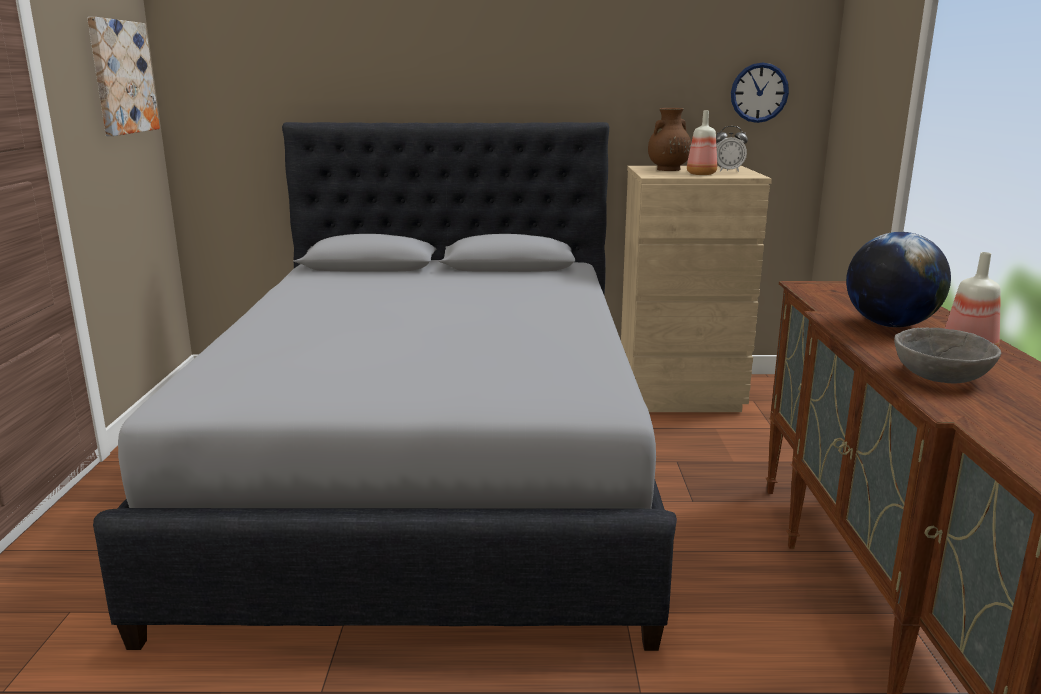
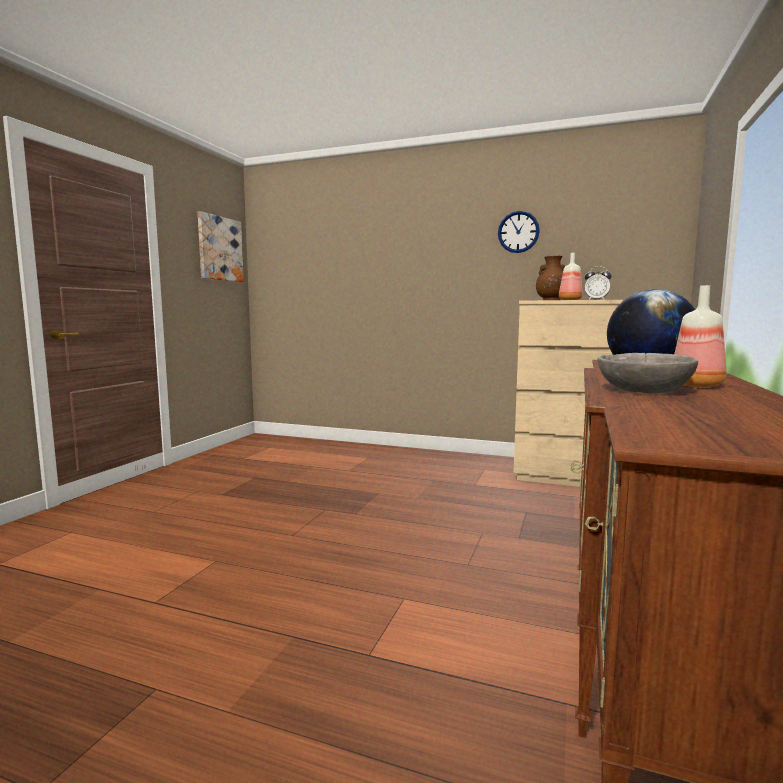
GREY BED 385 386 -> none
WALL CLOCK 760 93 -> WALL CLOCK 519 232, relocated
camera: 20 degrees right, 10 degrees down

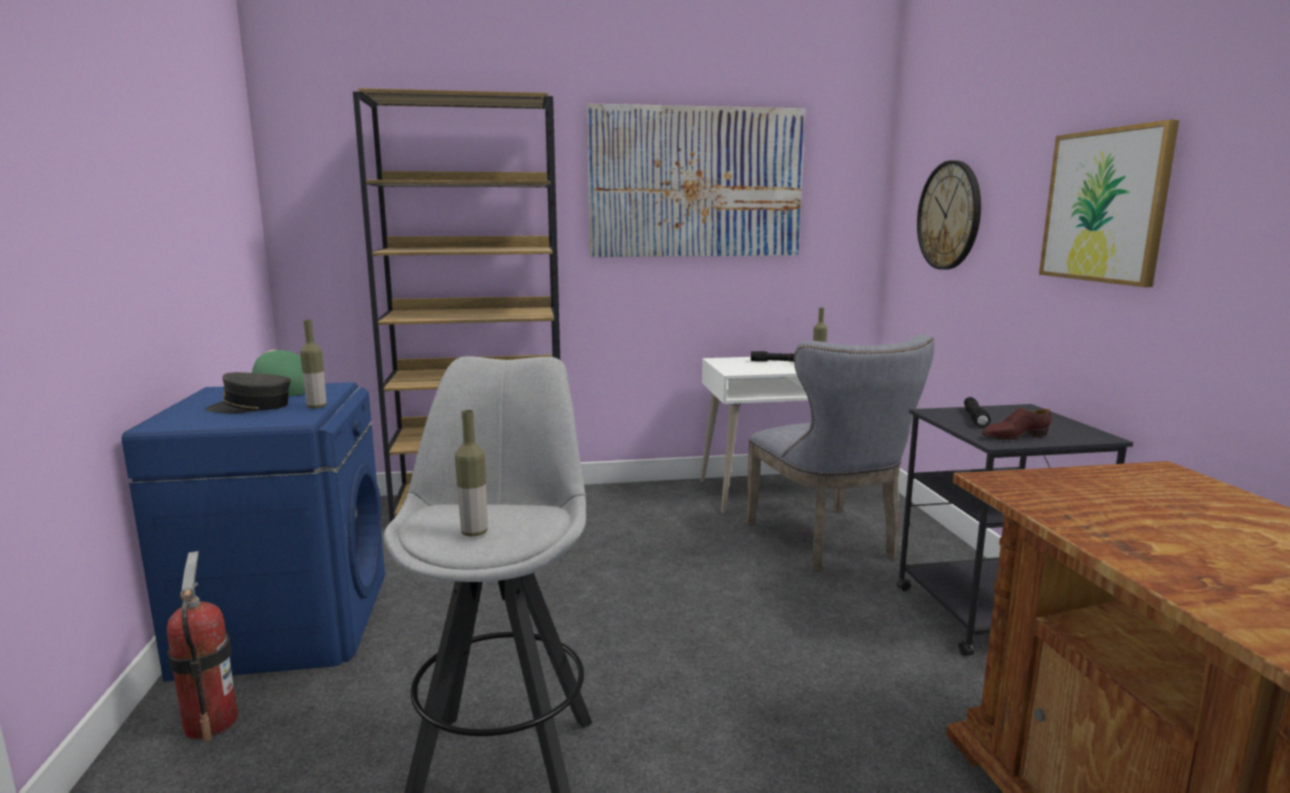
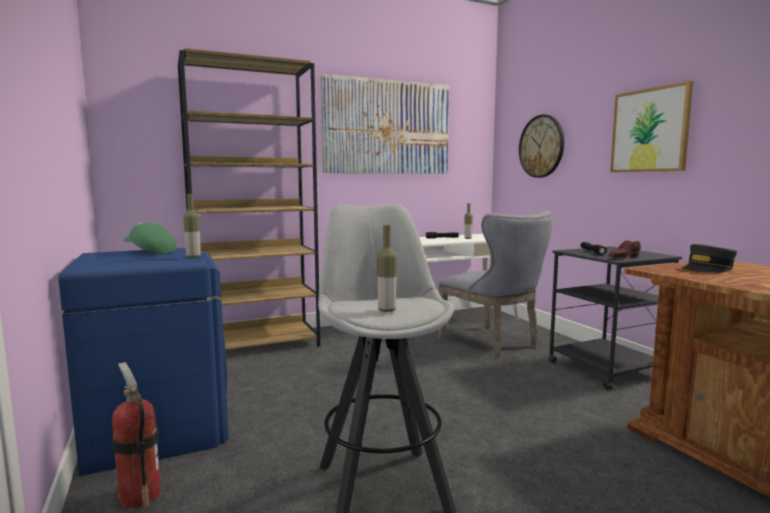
GREY CAP 248 392 -> GREY CAP 710 258, relocated
camera: 15 degrees left, 5 degrees down

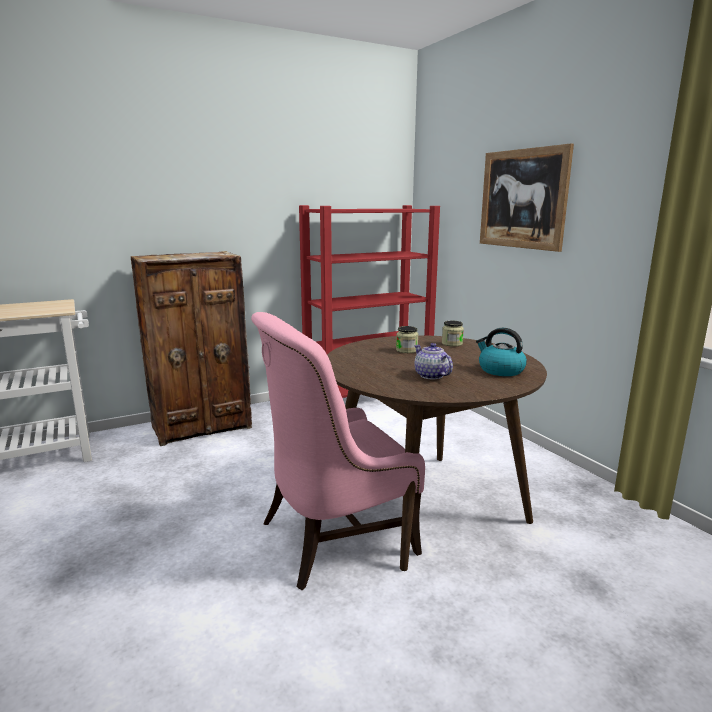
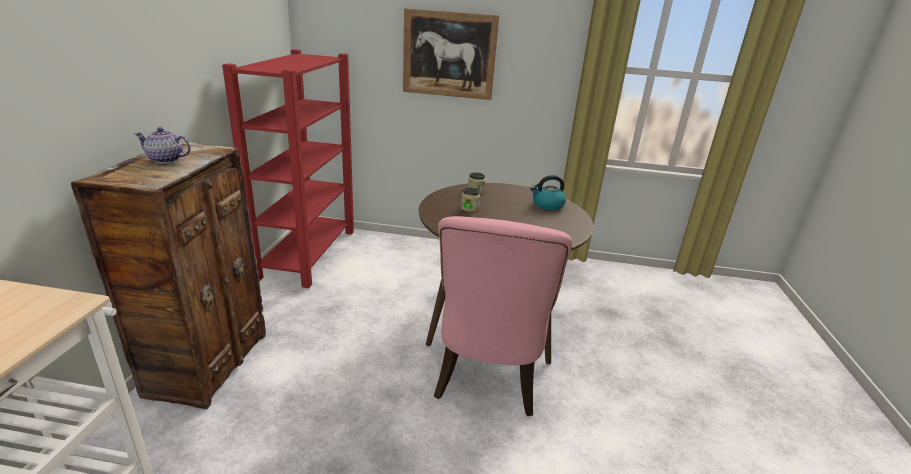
TEAPOT 433 361 -> TEAPOT 162 145, relocated
camera: 55 degrees left, 10 degrees up

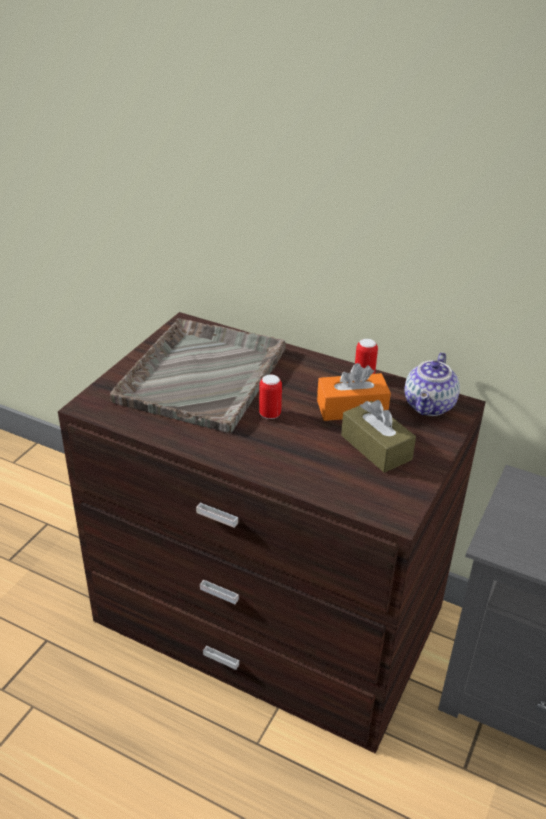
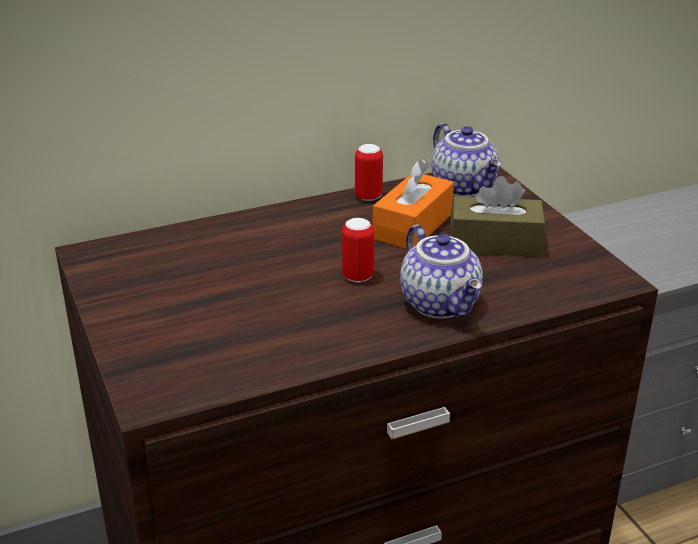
GREY TRAY 198 375 -> none
none -> TEAPOT 441 272
camera: 50 degrees left, 5 degrees down

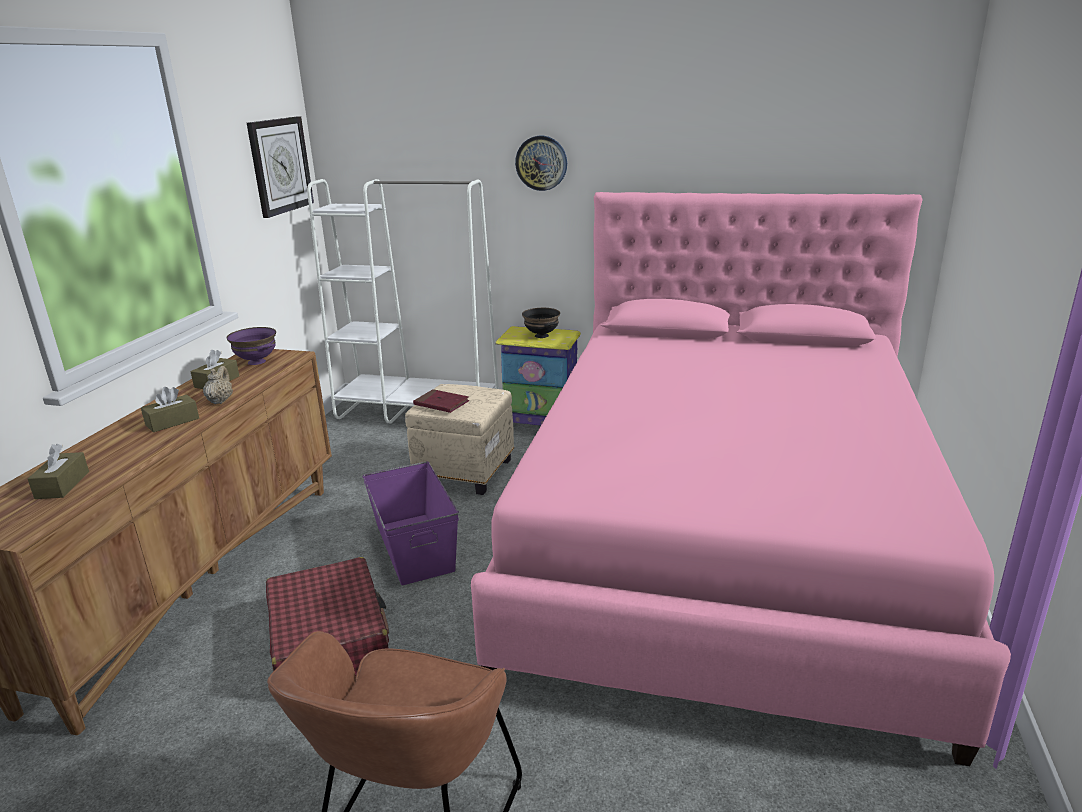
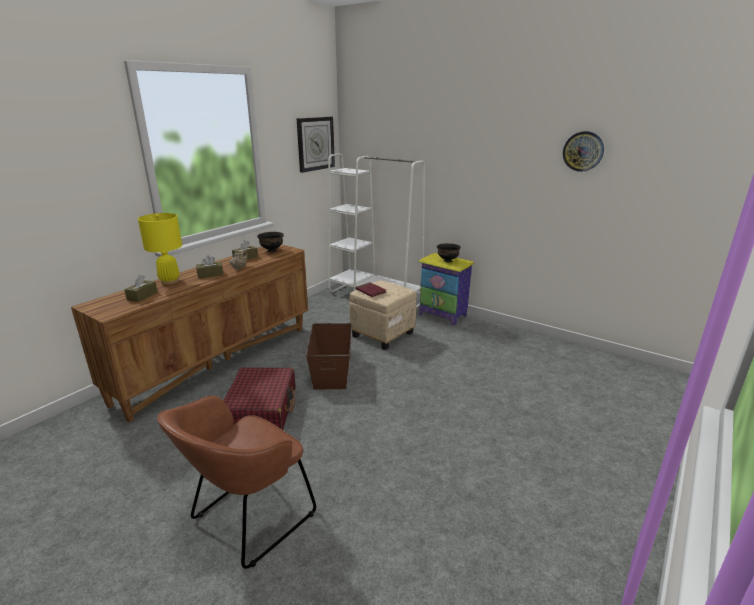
PINK BED 741 479 -> none
none -> YELLOW TABLE LAMP 160 249
WALL CLOCK 541 163 -> WALL CLOCK 583 151, relocated
PURPLE BOWL 251 346 -> BLACK BOWL 270 242
PURPLE STORAGE BOX 410 523 -> BROWN STORAGE BOX 329 356
camera: 20 degrees right, 0 degrees up

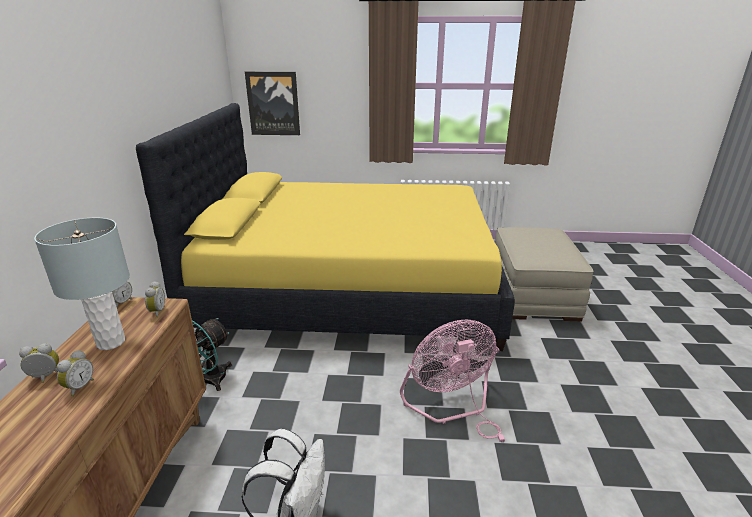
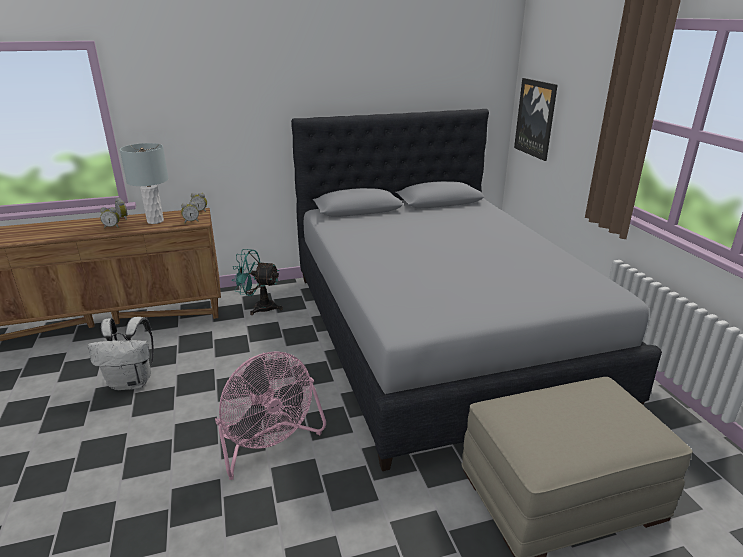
YELLOW BED 325 227 -> GREY BED 476 290
PINK FAN 452 381 -> PINK FAN 270 416, 90 degrees clockwise
camera: 70 degrees right, 0 degrees up

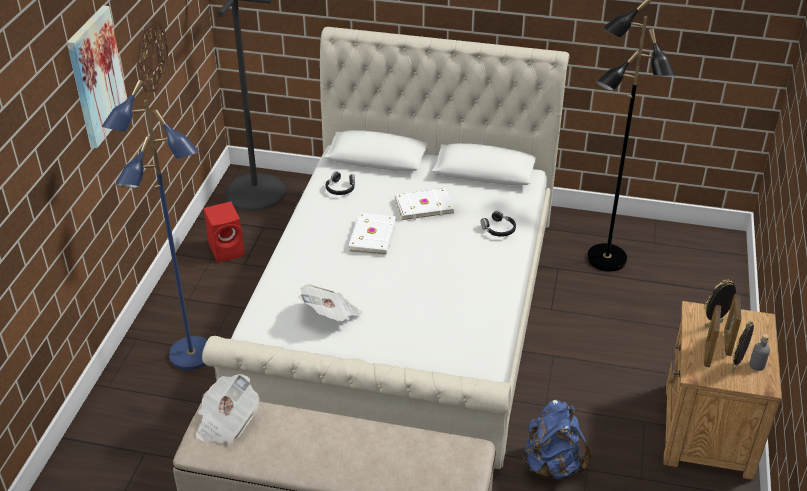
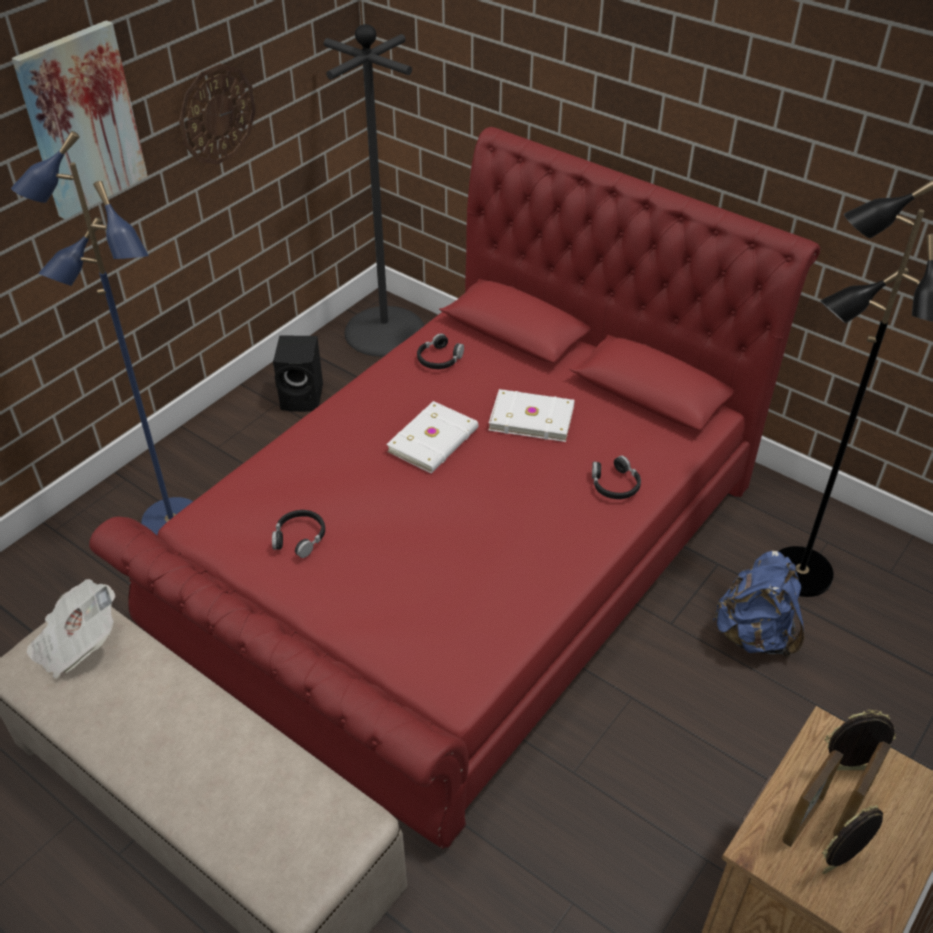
GREY BOTTLE 759 352 -> none
BLUE BACKPACK 557 440 -> BLUE BACKPACK 758 604, relocated
NEWSPAPER 330 303 -> BLACK HEADPHONES 298 534
BEIGE BED 385 248 -> RED BED 454 488
RED SPEAKER 223 231 -> BLACK SPEAKER 298 373
camera: 25 degrees right, 5 degrees up

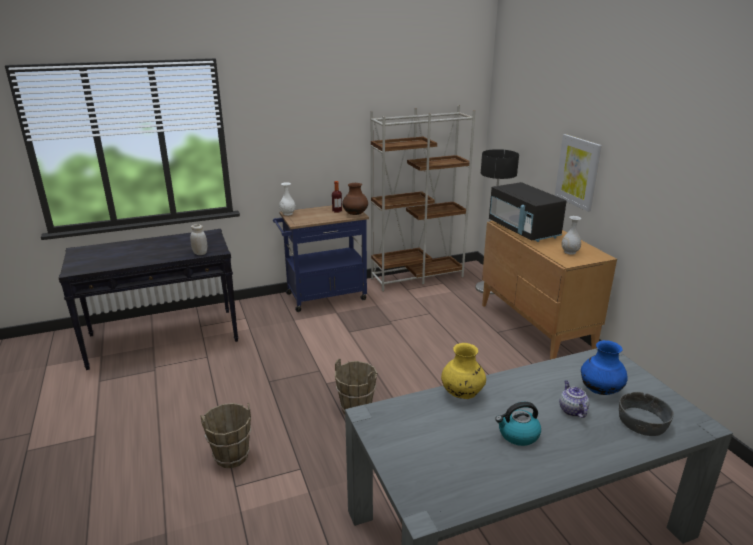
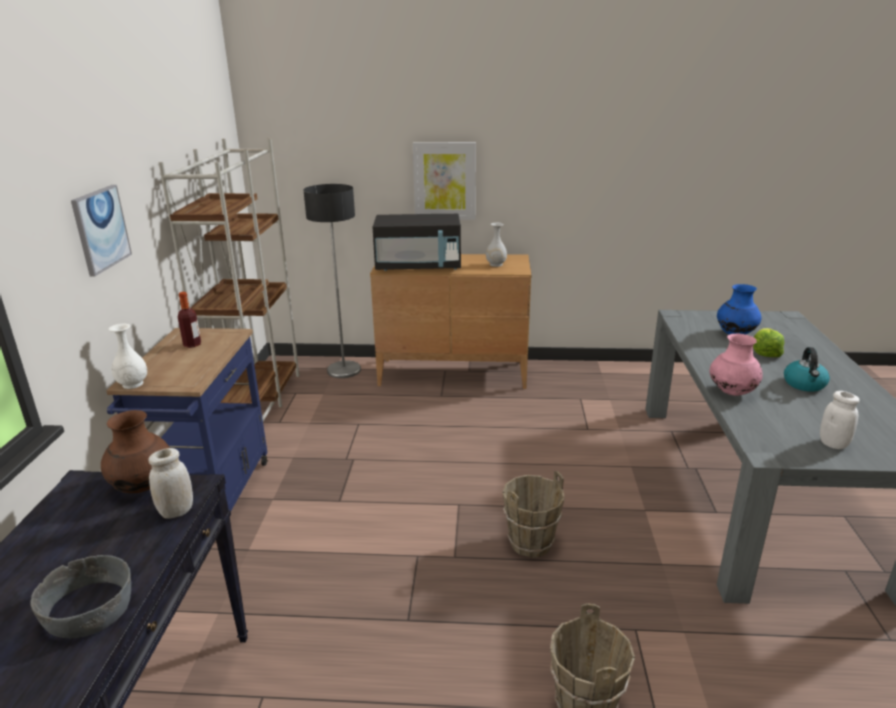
none -> PICTURE 101 230
none -> WHITE JAR 840 420
BROWN VASE 355 199 -> BROWN VASE 135 451, relocated
GREY BOWL 646 414 -> GREY BOWL 80 596, relocated
TEAPOT 574 399 -> LETTUCE 768 342
YELLOW VASE 463 371 -> PINK VASE 736 365
camera: 65 degrees left, 0 degrees up

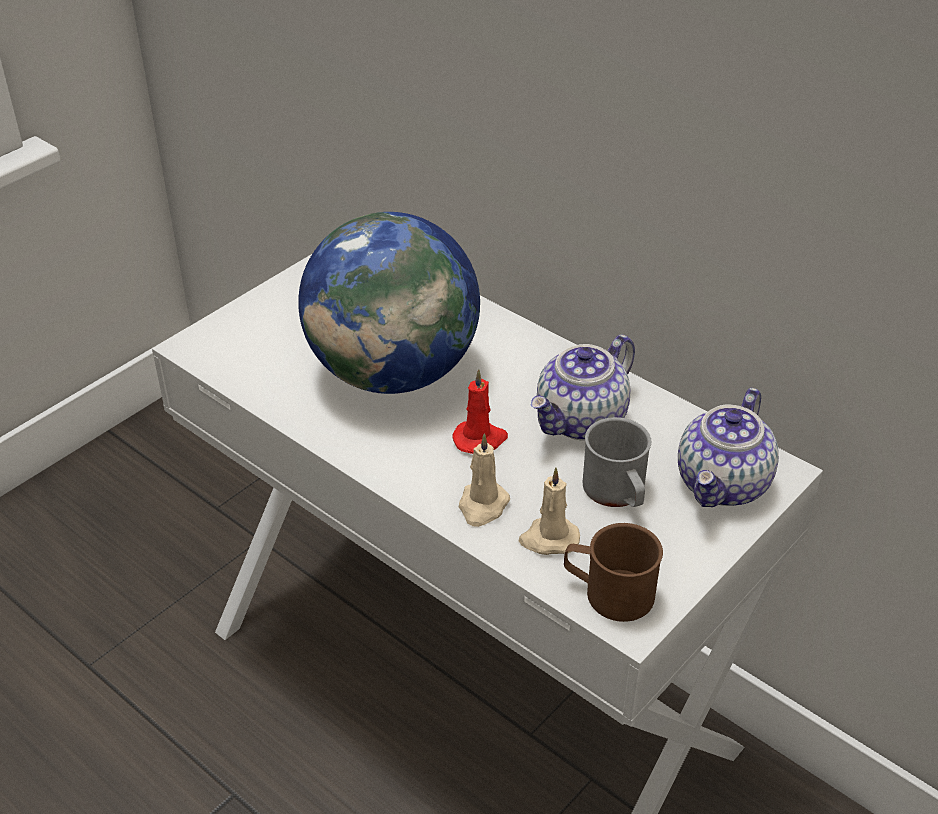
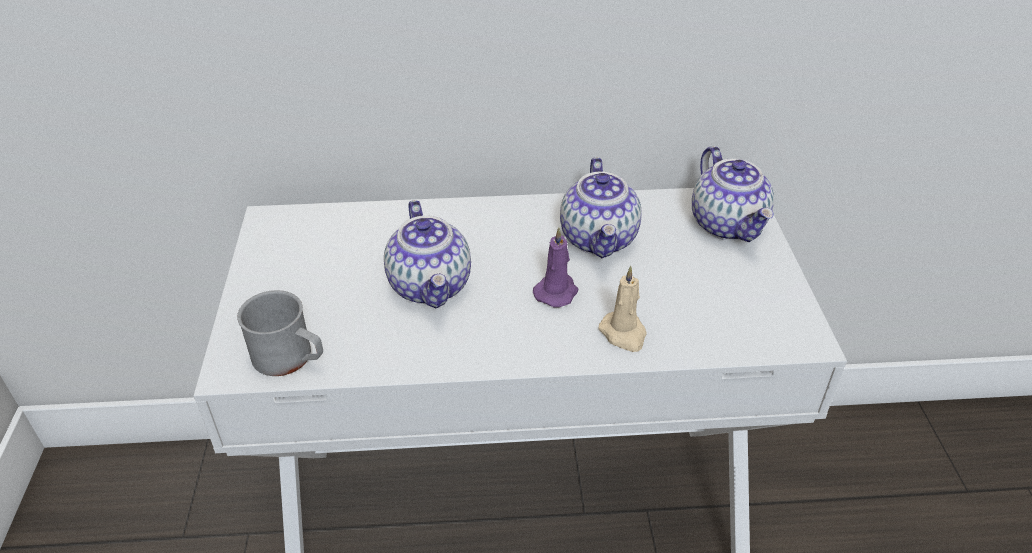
BEIGE CANDLE 549 511 -> none
BROWN MUG 613 572 -> none
GREY MUG 617 462 -> GREY MUG 280 333, relocated
GLOBE 389 303 -> TEAPOT 427 254
RED CANDLE 480 411 -> PURPLE CANDLE 555 268
camera: 45 degrees left, 0 degrees up

